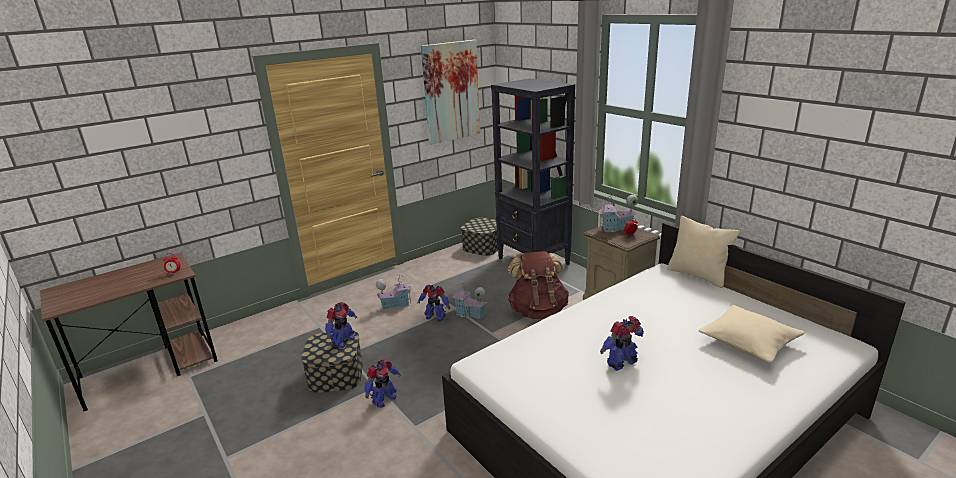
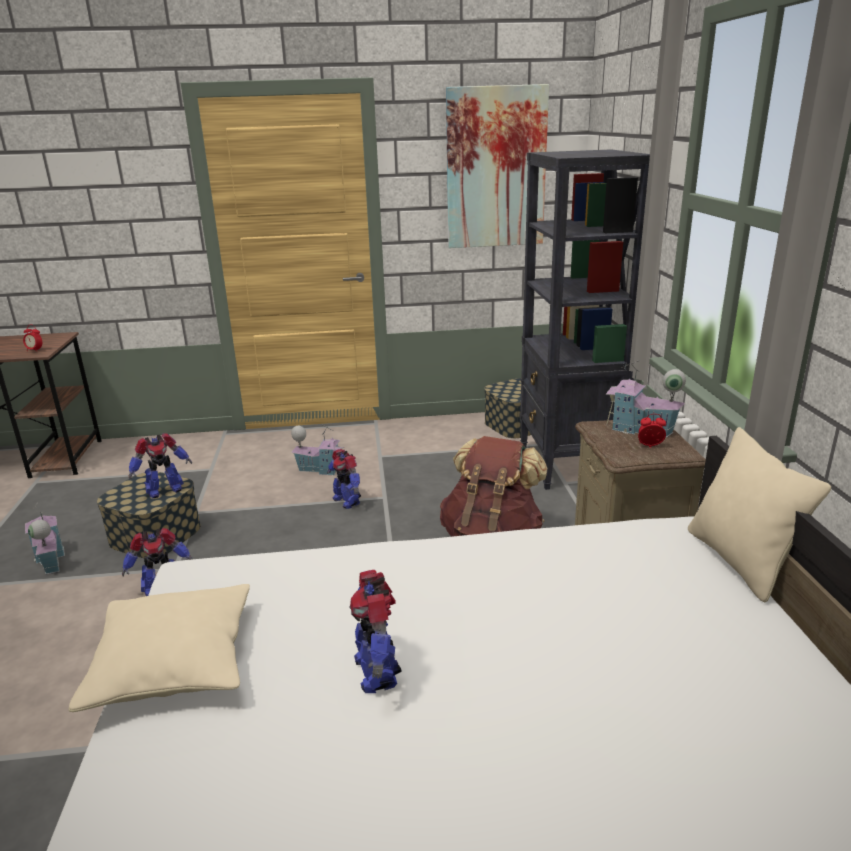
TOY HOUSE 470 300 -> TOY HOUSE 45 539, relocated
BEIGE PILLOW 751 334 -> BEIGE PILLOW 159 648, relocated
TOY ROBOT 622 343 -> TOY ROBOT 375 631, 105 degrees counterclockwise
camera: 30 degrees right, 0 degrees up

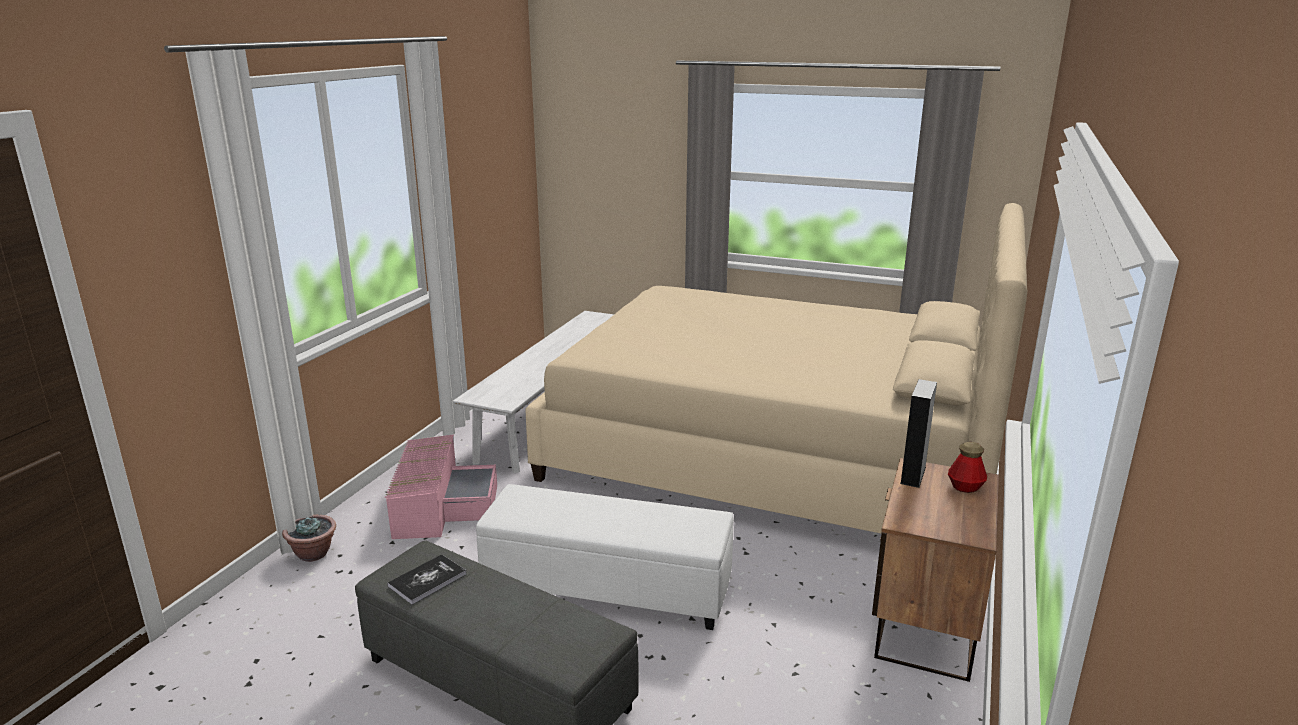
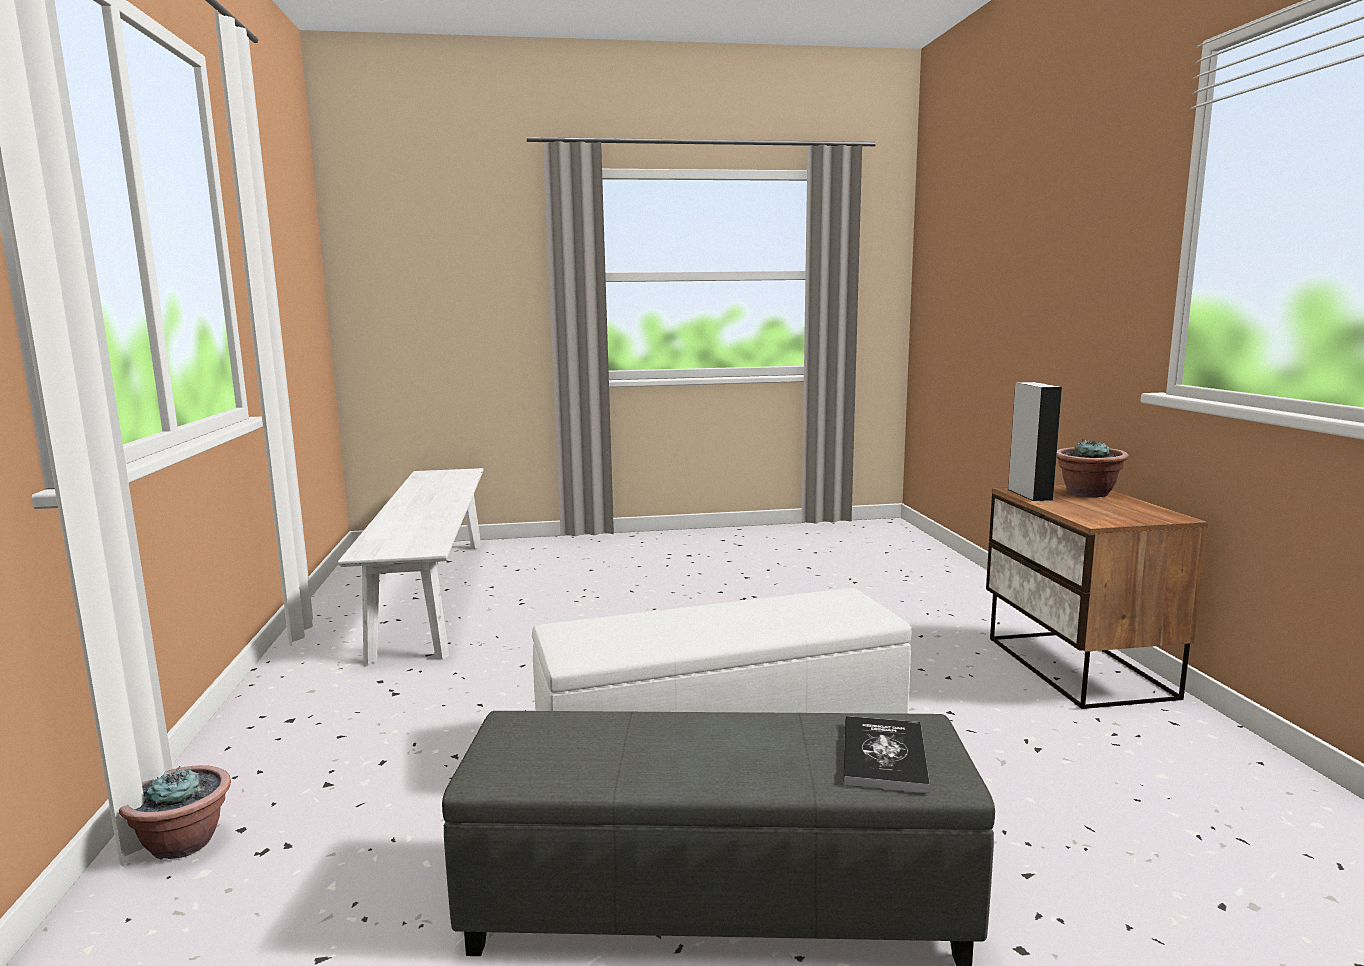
PINK STORAGE BOX 441 487 -> none
BEIGE BED 776 368 -> none
BOOK 426 579 -> BOOK 887 754, relocated
BOTTLE 967 467 -> POTTED PLANT 1092 468
camera: 30 degrees left, 10 degrees down

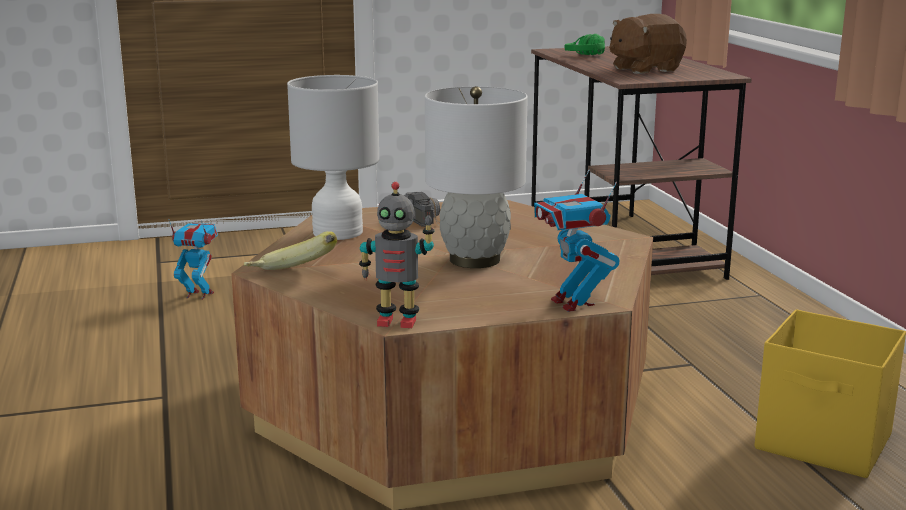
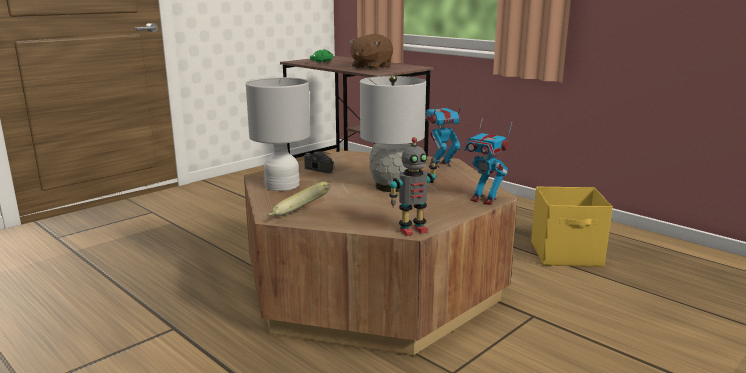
TOY ROBOT 193 259 -> TOY ROBOT 444 134, relocated
camera: 30 degrees left, 0 degrees up

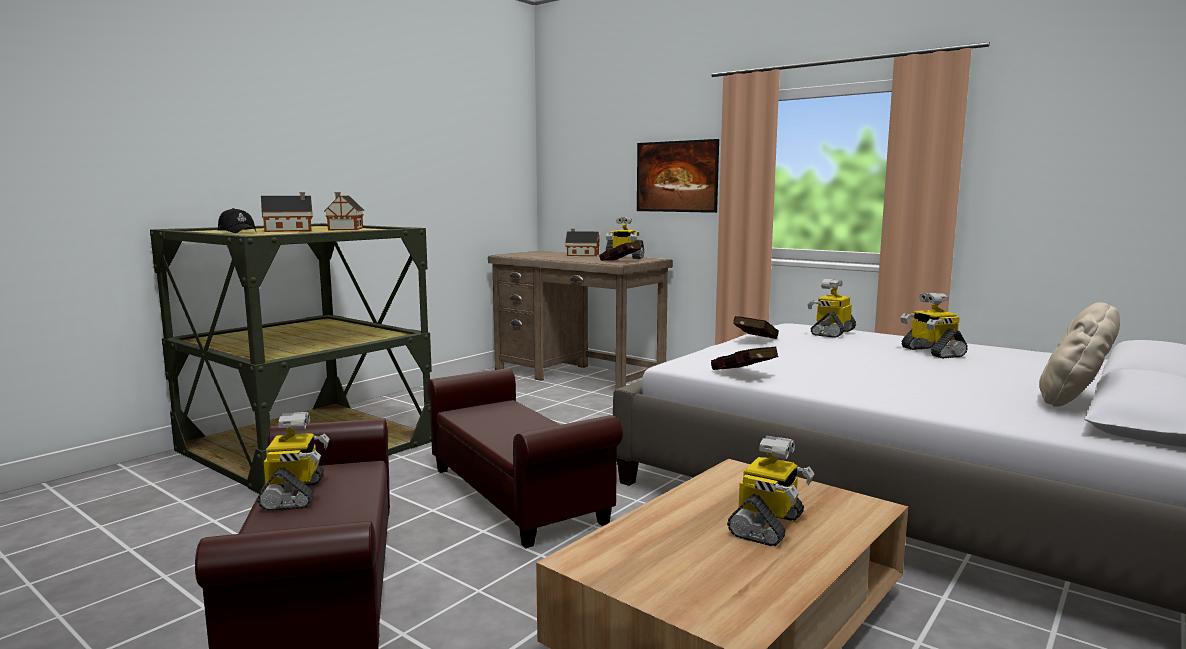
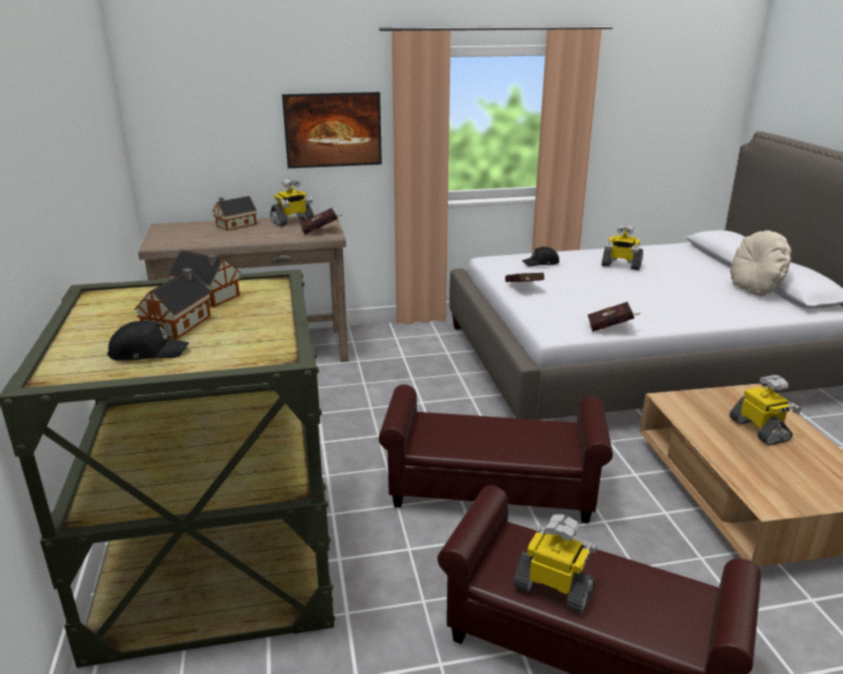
TOY ROBOT 831 308 -> BLACK CAP 540 257
camera: 50 degrees left, 15 degrees up

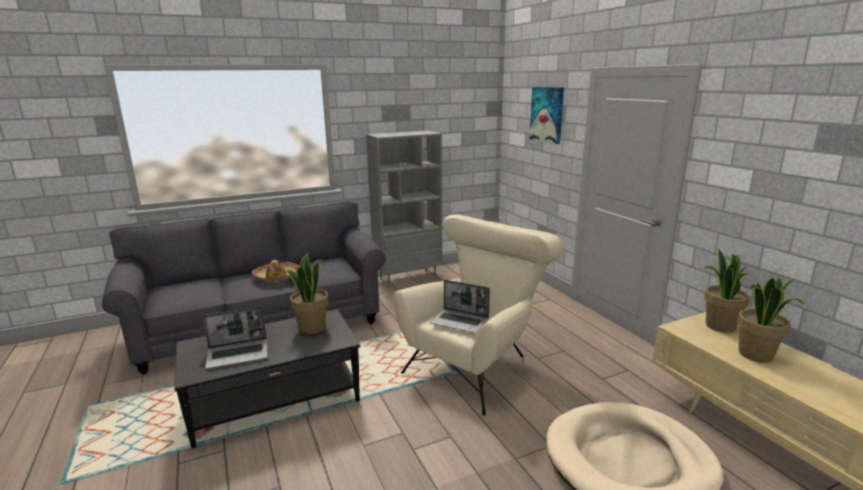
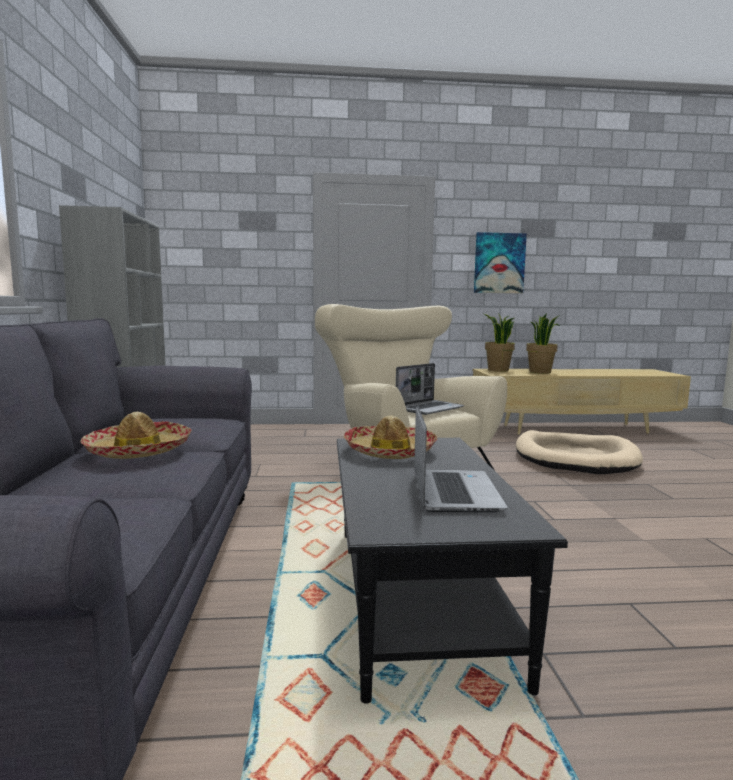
PICTURE 547 115 -> PICTURE 500 262, relocated
POTTED PLANT 307 293 -> HAT 390 437
camera: 70 degrees left, 10 degrees down

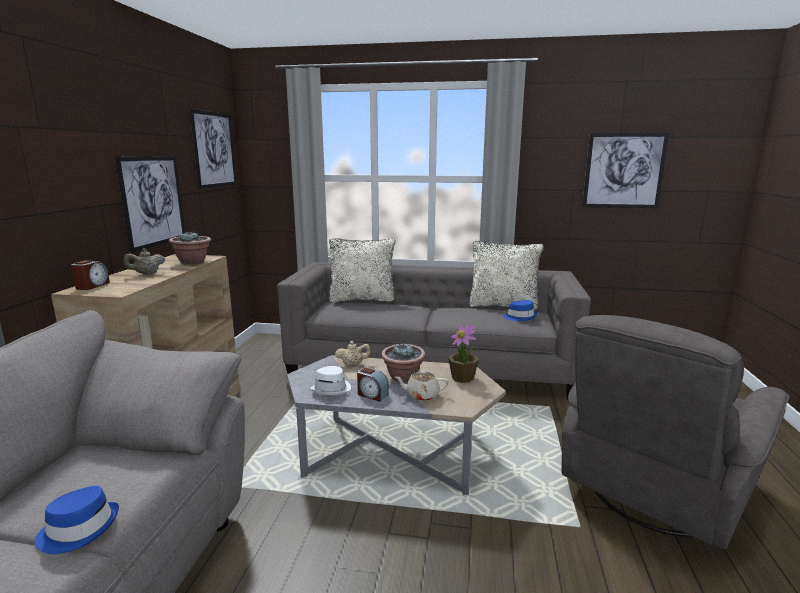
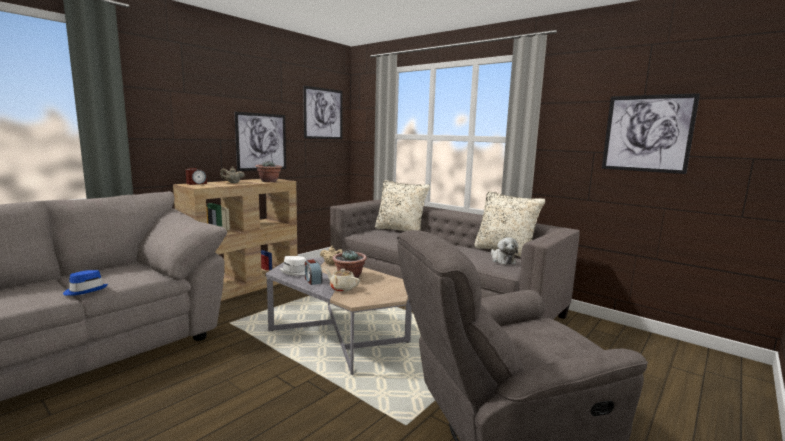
POTTED PLANT 463 353 -> none
BLUE HAT 520 310 -> PLUSH TOY 504 251
camera: 30 degrees right, 5 degrees down

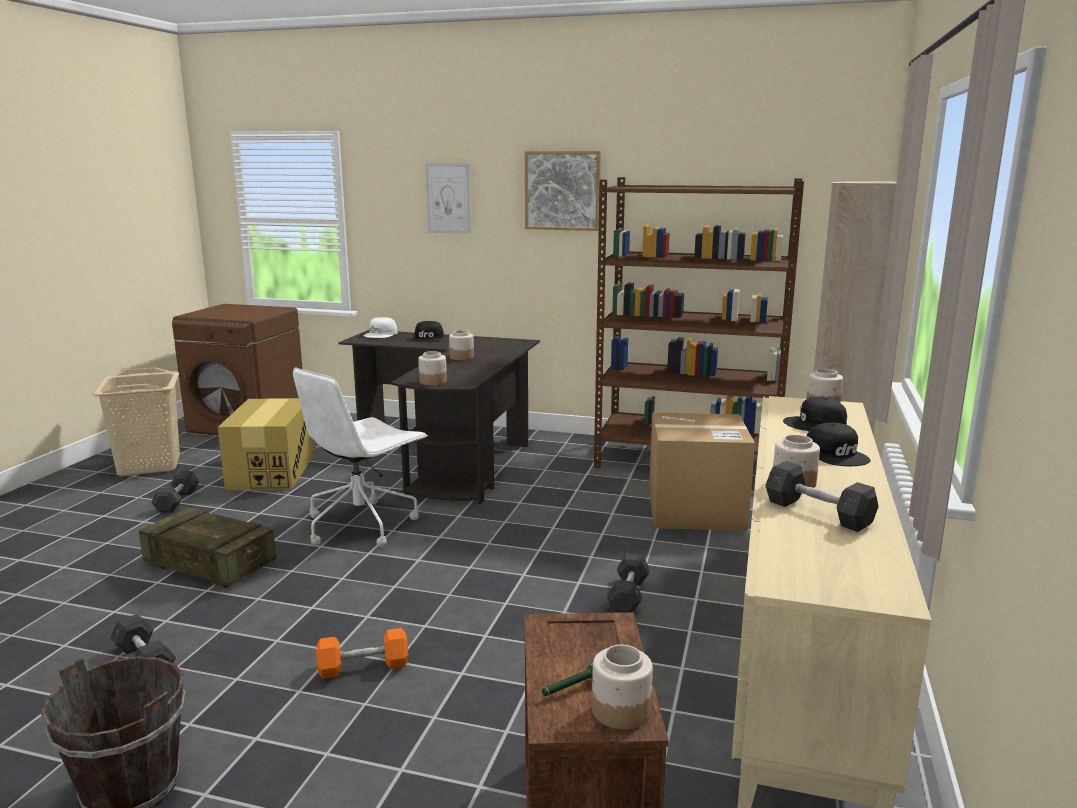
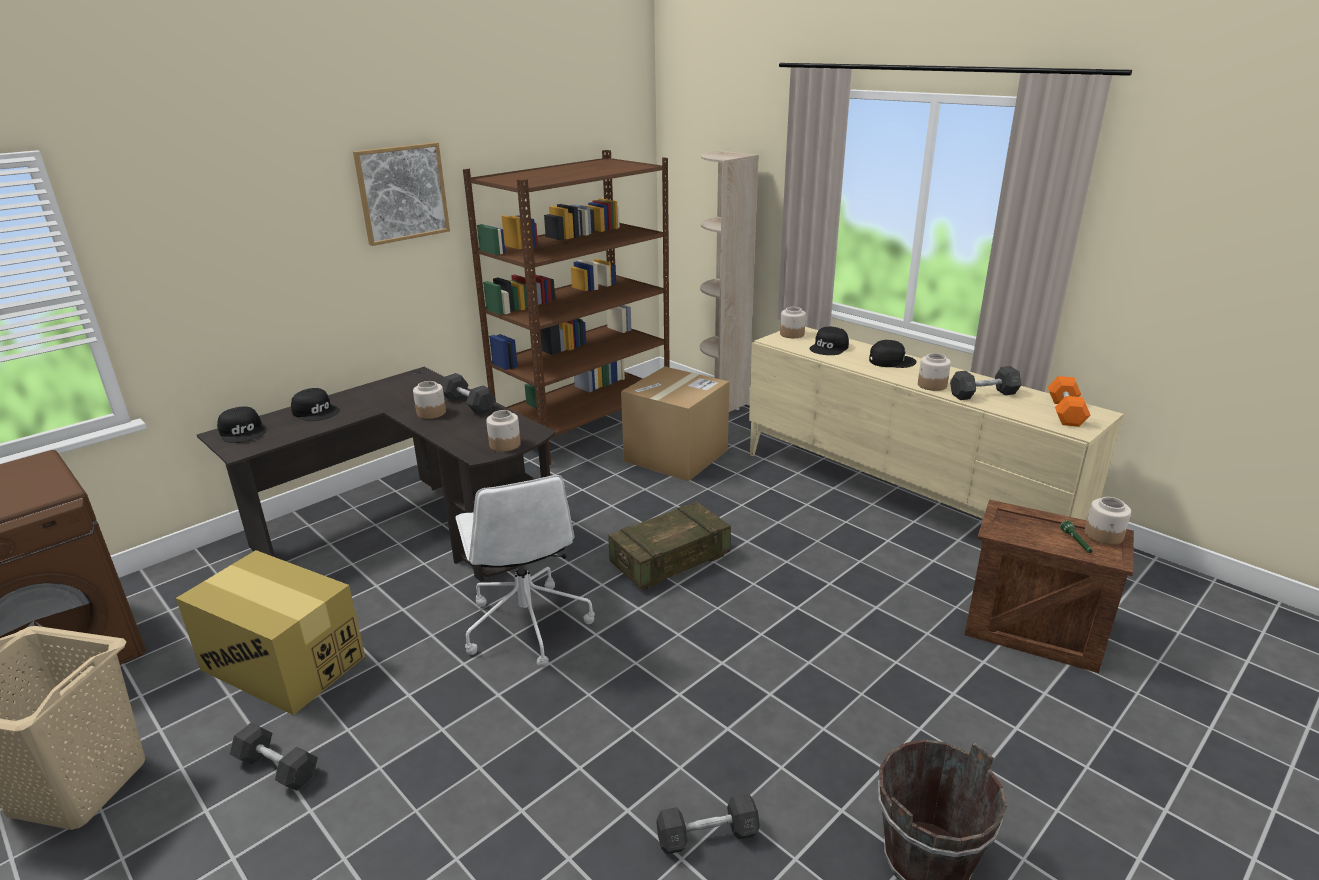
PICTURE 448 198 -> none
CRATE 207 548 -> CRATE 669 545, relocated
ORANGE DUMBBELL 362 653 -> ORANGE DUMBBELL 1069 401, relocated
GREY DUMBBELL 628 583 -> GREY DUMBBELL 468 394, relocated
WHITE CAP 381 327 -> BLACK CAP 241 424
camera: 60 degrees left, 10 degrees up

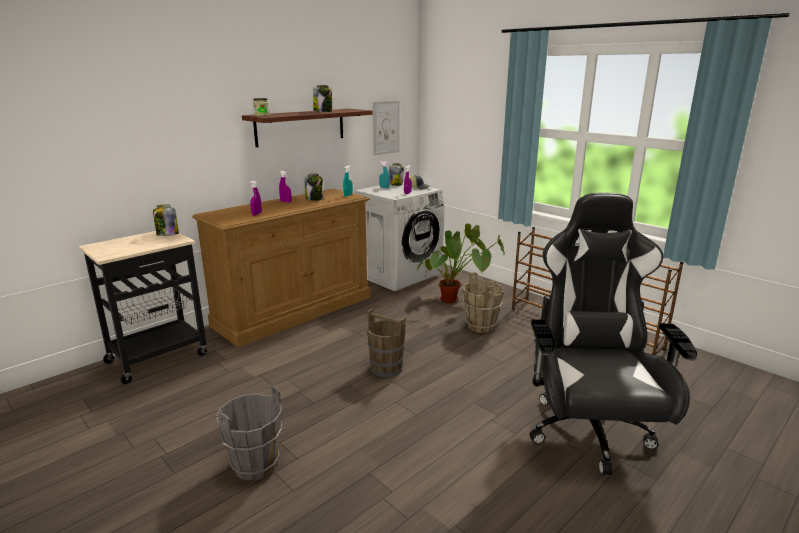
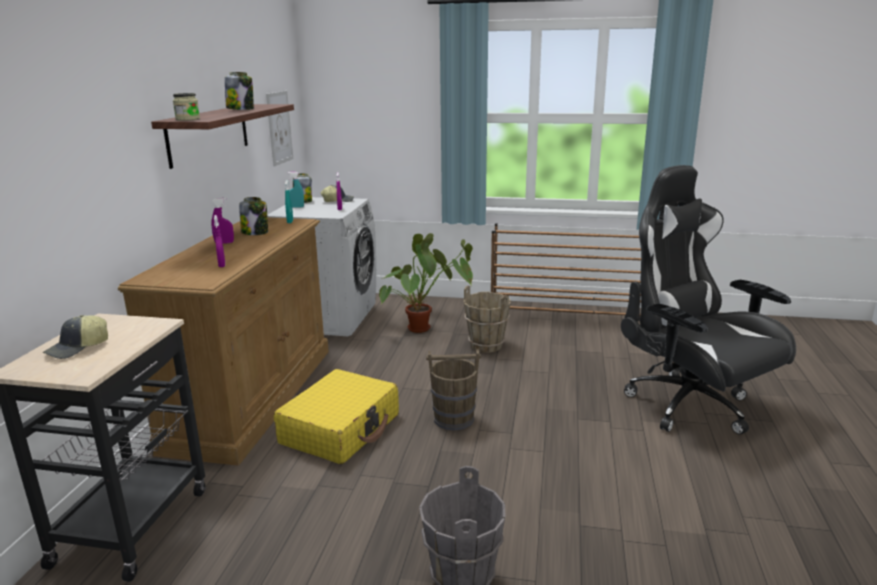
JAR 166 220 -> none
none -> CAP 75 337
none -> YELLOW SUITCASE 336 416
camera: 35 degrees left, 0 degrees up

